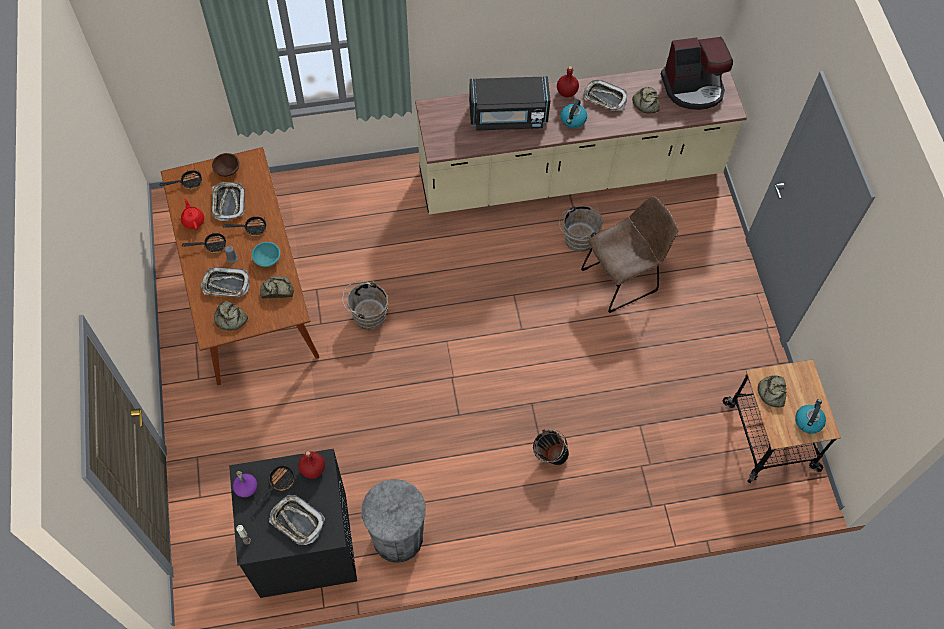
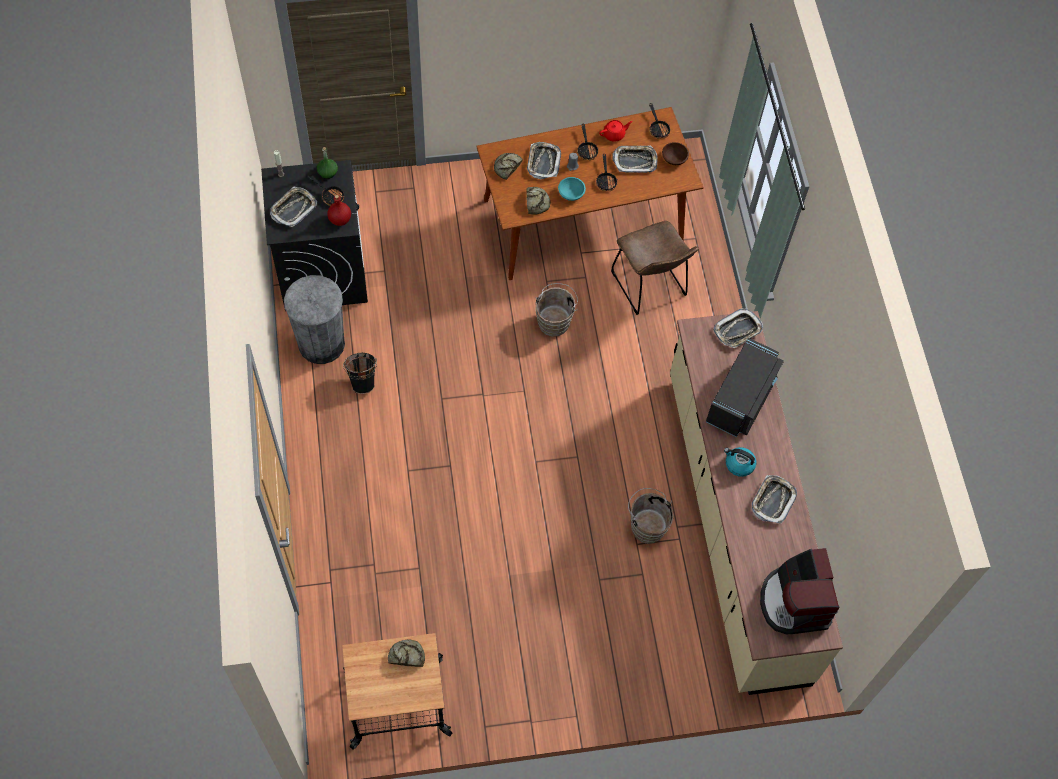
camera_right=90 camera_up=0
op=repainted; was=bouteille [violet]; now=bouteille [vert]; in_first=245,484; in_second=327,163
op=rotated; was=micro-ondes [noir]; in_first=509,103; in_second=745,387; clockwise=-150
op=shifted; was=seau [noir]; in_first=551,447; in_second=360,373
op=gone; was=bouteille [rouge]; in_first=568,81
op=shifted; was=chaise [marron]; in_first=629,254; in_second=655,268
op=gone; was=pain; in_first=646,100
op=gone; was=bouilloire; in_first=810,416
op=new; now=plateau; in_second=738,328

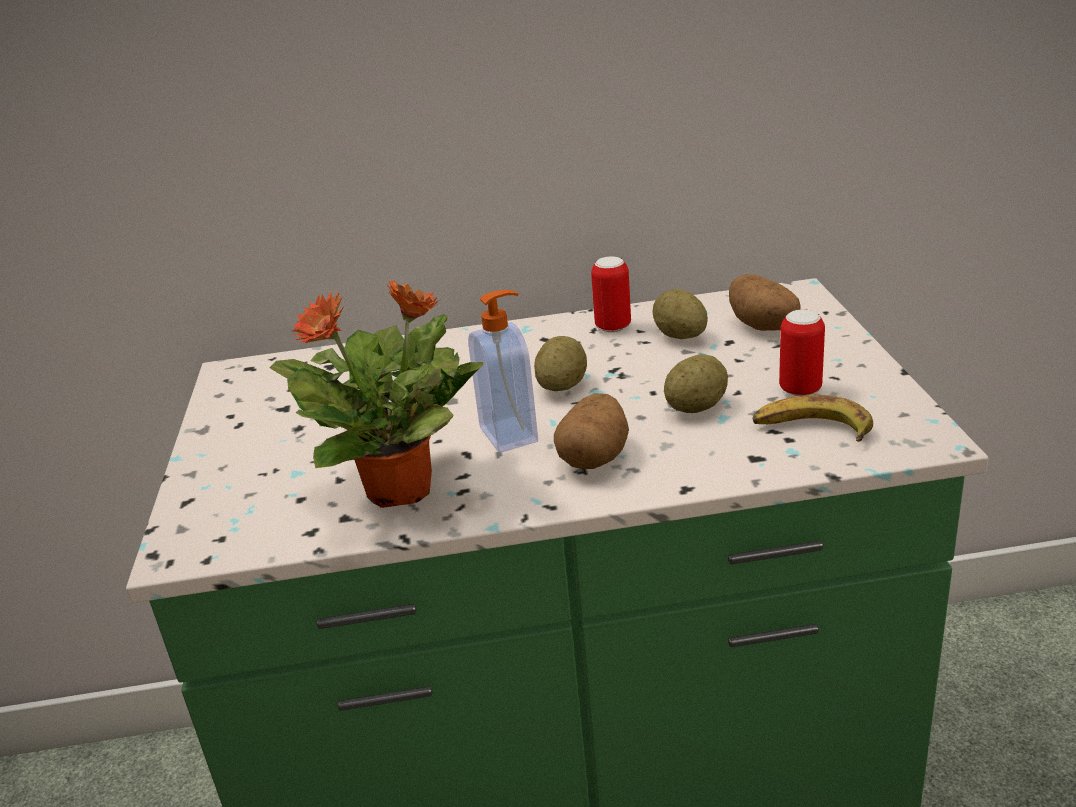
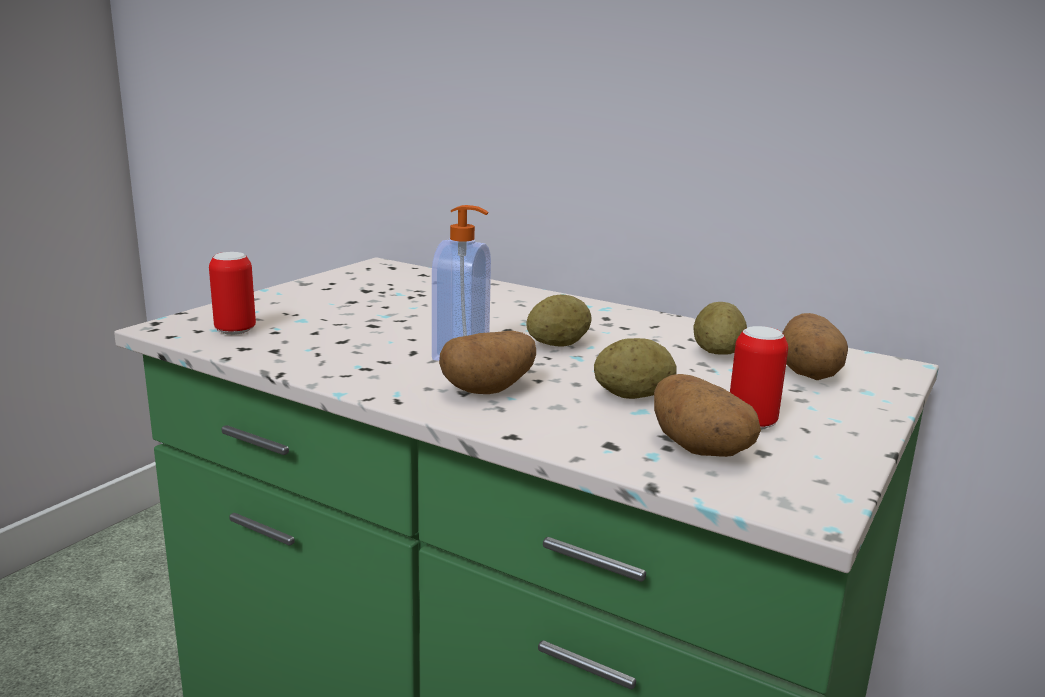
camera_right=35 camera_up=-10
op=gone; was=plante en pot; in_first=377,393
op=shifted; was=boîte métallique; in_first=611,294; in_second=232,293
op=swapped; was=banane; now=pomme de terre; in_first=812,418; in_second=707,415

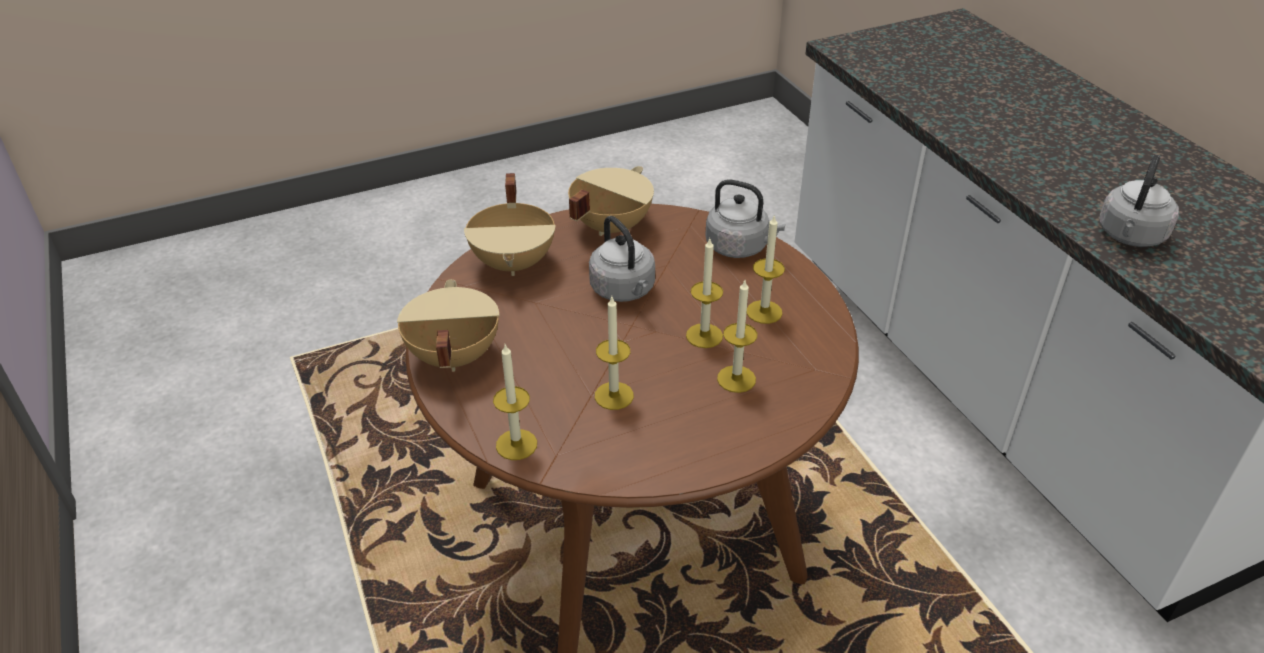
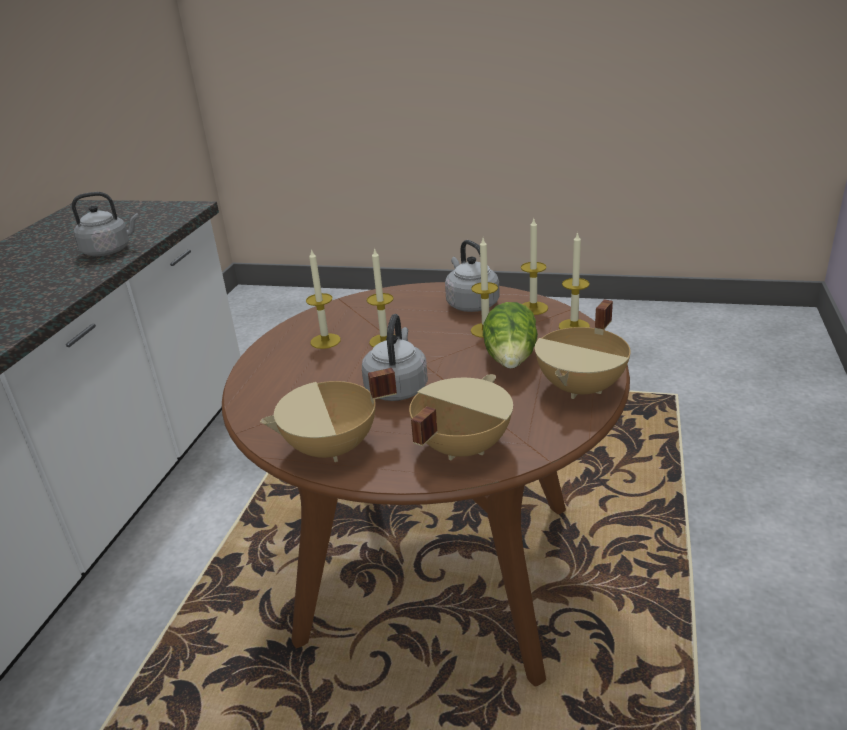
camera_right=-140 camera_up=-10
op=shifted; was=bouilloire [gris]; in_first=745,218; in_second=472,276
op=shifted; was=bougie; in_first=737,336; in_second=534,267
op=new; now=laitue; in_second=510,335

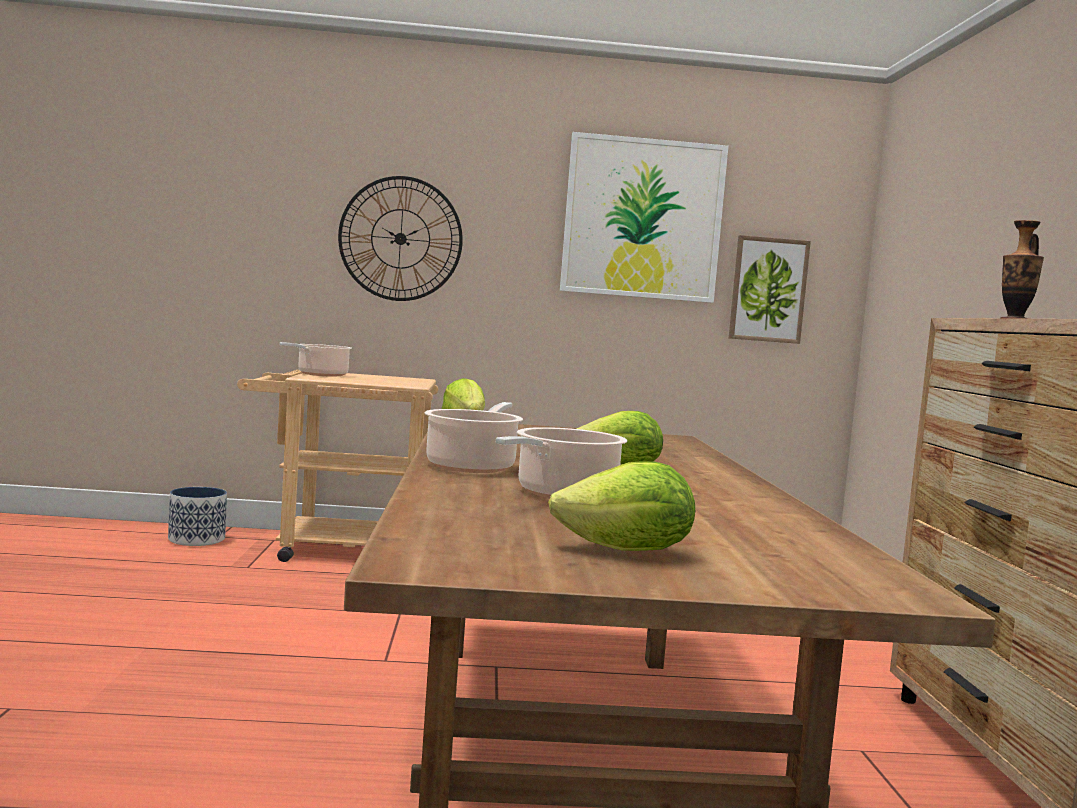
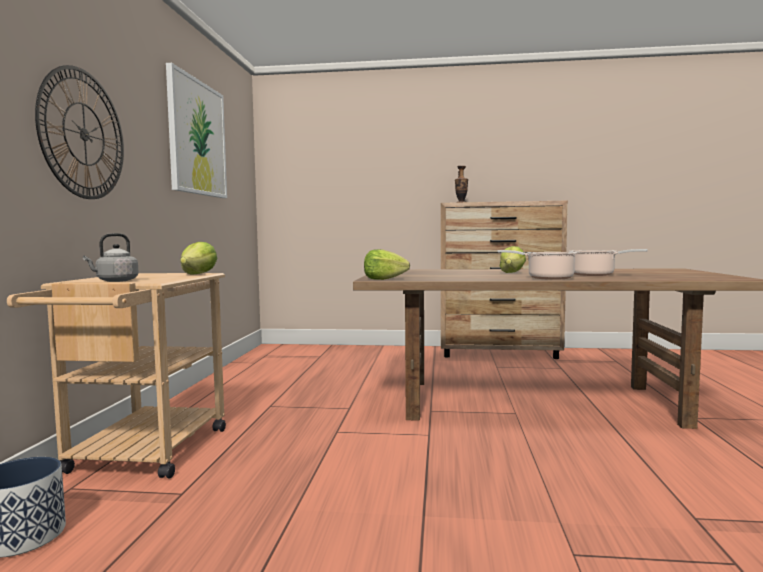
camera_right=-80 camera_up=0
op=swapped; was=marmite; now=bouilloire [gris]; in_first=315,359; in_second=111,257
op=shifted; was=laitue; in_first=621,506; in_second=199,258
op=gone; was=tableau; in_first=770,289

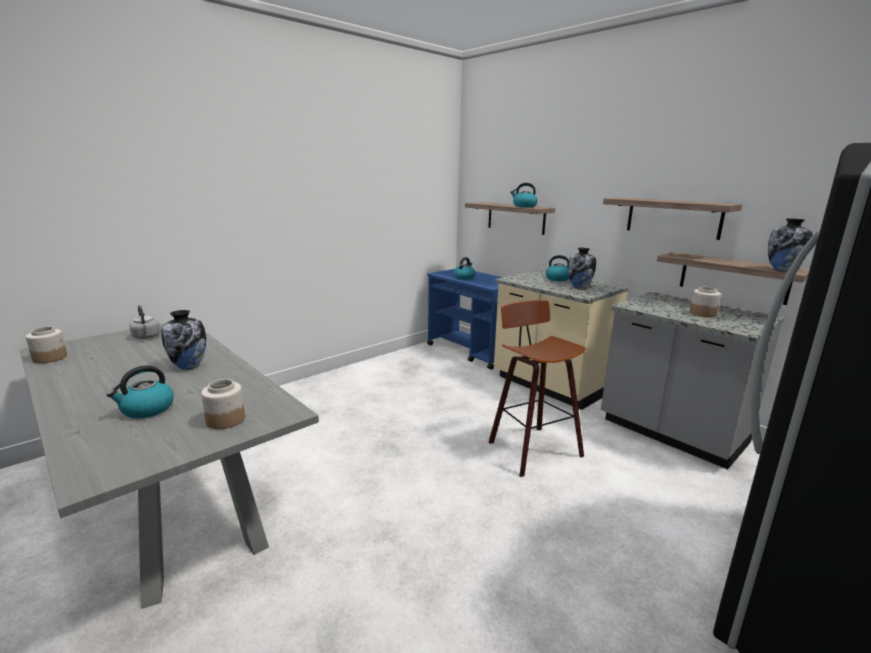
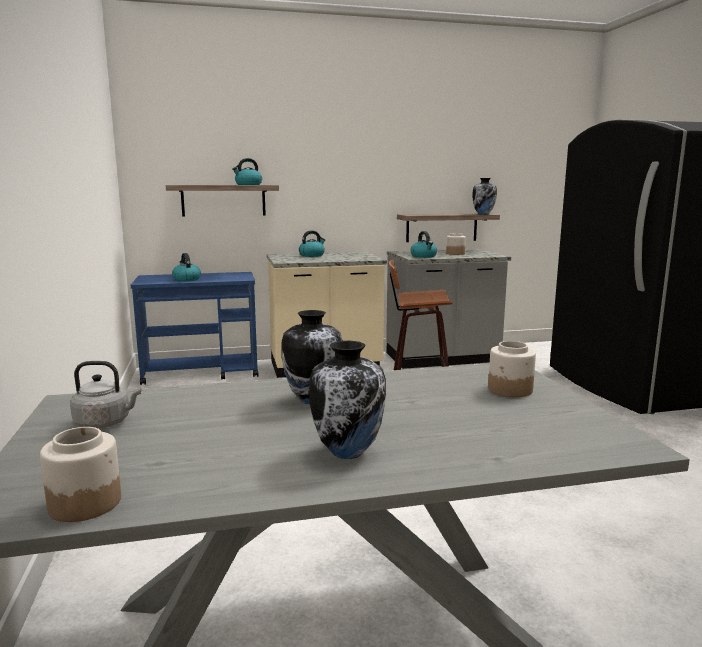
camera_right=-60 camera_up=-5
op=shifted; was=bouilloire; in_first=140,391; in_second=424,244
op=shifted; was=vase; in_first=582,268; in_second=347,400
op=gone; was=étagère; in_first=672,218

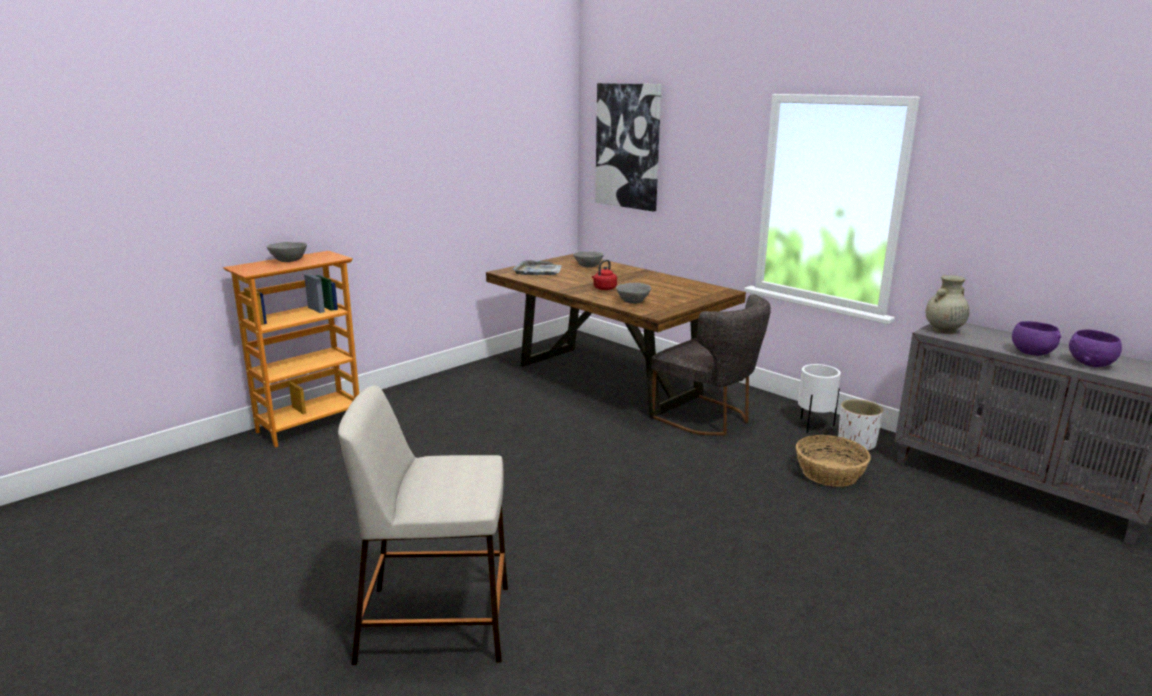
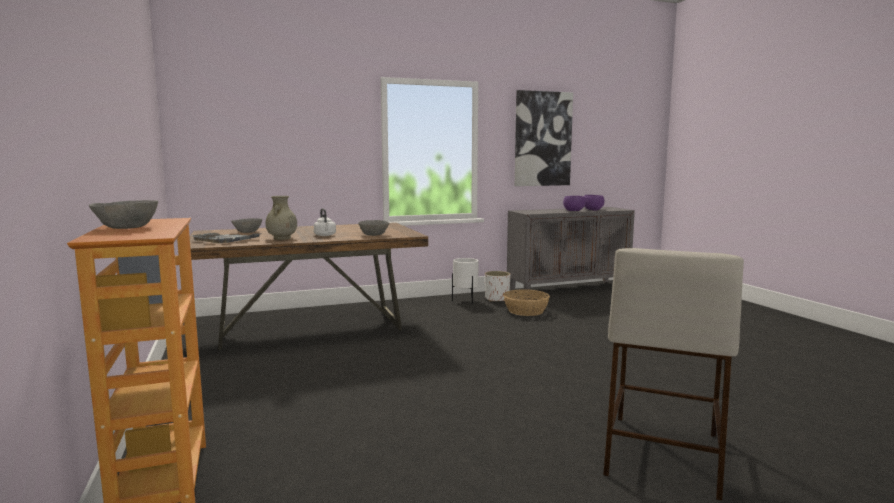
camera_right=-65 camera_up=-10
op=repainted; was=bouilloire [rouge]; now=bouilloire [blanc]; in_first=604,274; in_second=325,222
op=shifted; was=tableau; in_first=628,147; in_second=544,138
op=gone; was=chaise [gris]; in_first=711,365
op=shifted; was=vase [beige]; in_first=948,304; in_second=281,218

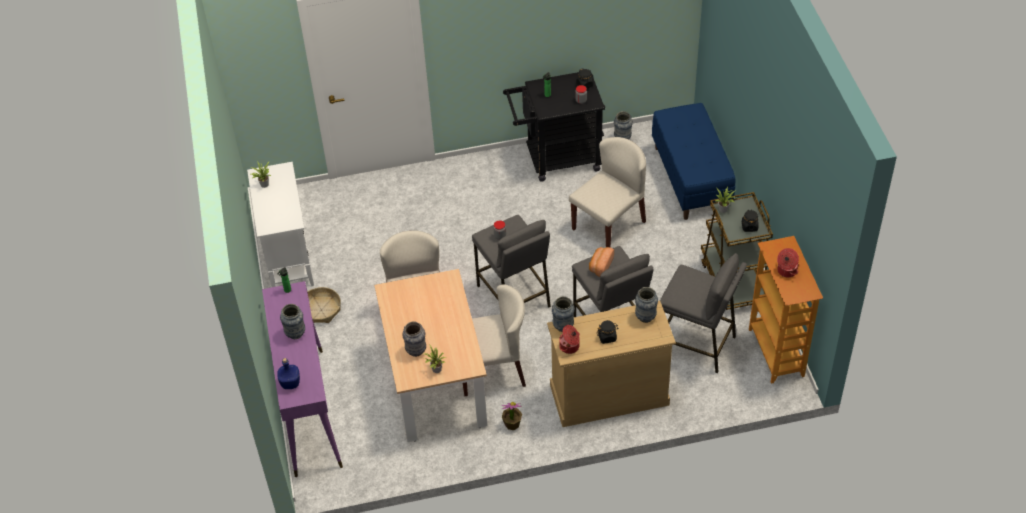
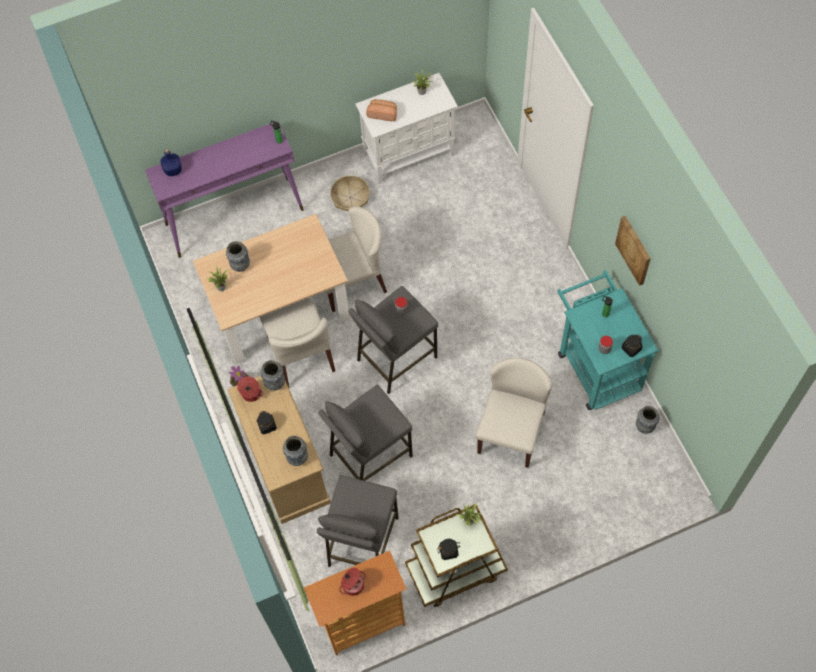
camera_right=80 camera_up=15
op=gone; was=vase; in_first=292,321
op=repainted; was=chariot [noir]; now=chariot [turquoise]; in_first=554,126; in_second=608,340
op=rotated; was=chaise [beige]; in_first=607,192; in_second=513,413; clockwise=-105
op=shifted; was=pain; in_first=601,262; in_second=381,110
op=gone; was=banc [bleu]; in_first=693,161
op=new; now=tableau; in_second=633,251

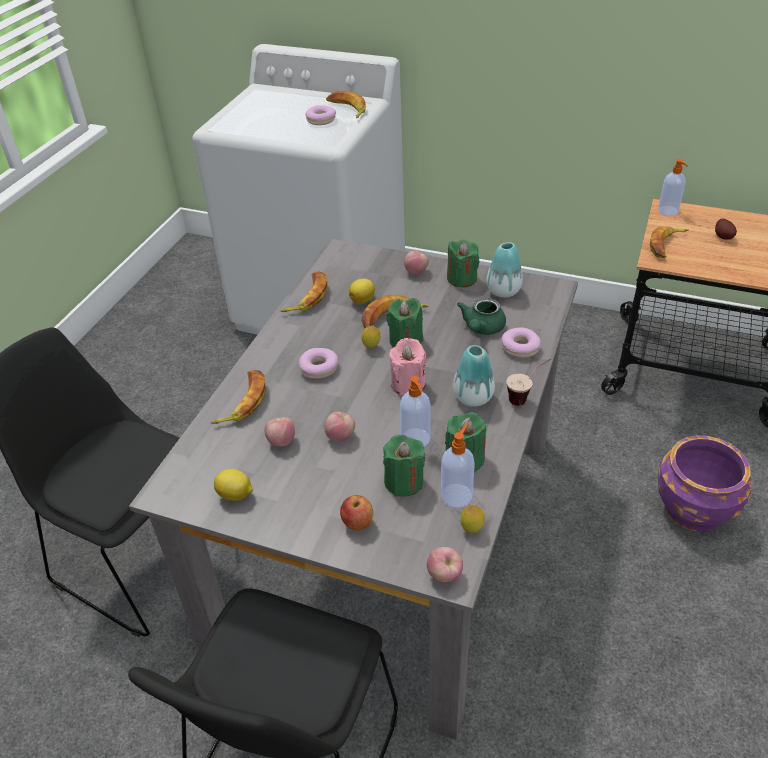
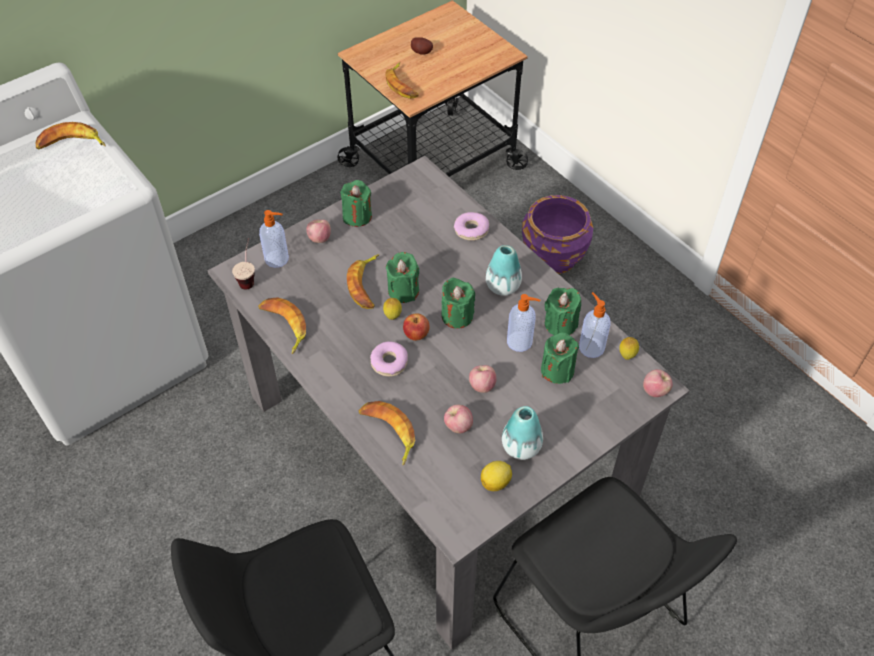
camera_right=-60 camera_up=10
op=gone; was=beignet; in_first=321,115
op=shifted; was=pomme; in_first=356,512; in_second=416,327
op=gone; was=citron; in_first=362,291
op=repainted; was=bougie [rose]; now=bougie [vert]; in_first=407,367; in_second=458,303
op=gone; was=théière [vert]; in_first=481,316
op=shifted; was=vase; in_first=505,270; in_second=522,433
op=shifted; was=tasse; in_first=529,382; in_second=243,263
op=shifted; was=distributeur de savon; in_first=673,187; in_second=274,239

